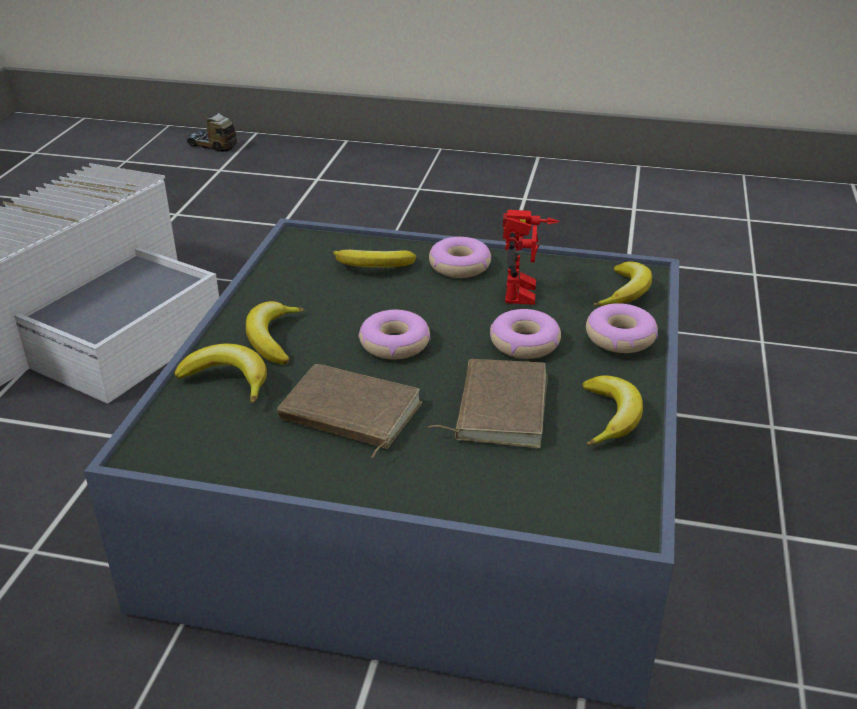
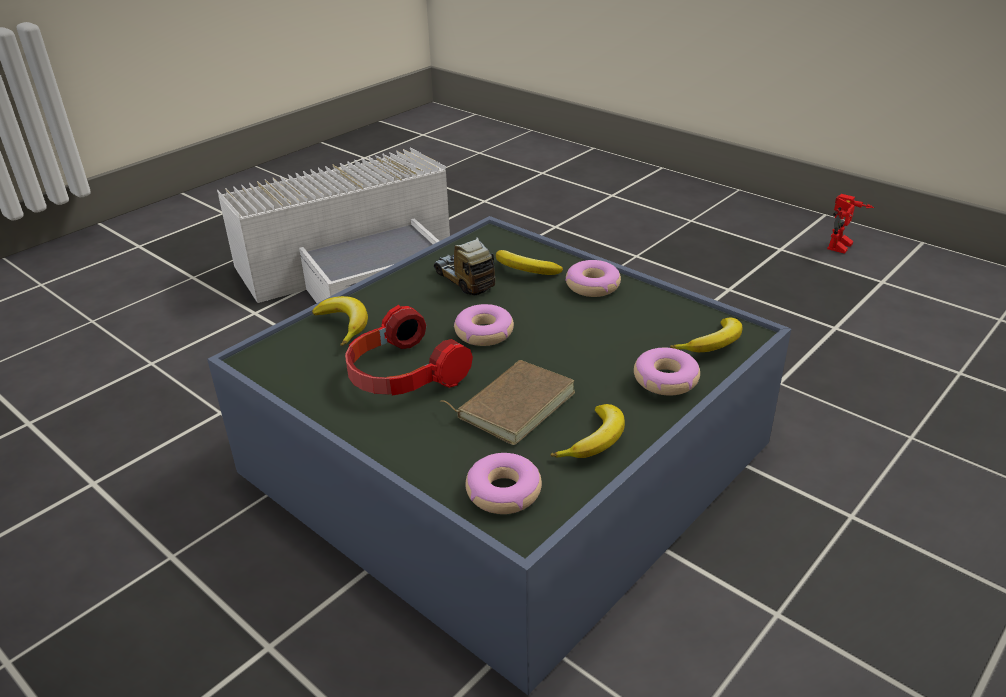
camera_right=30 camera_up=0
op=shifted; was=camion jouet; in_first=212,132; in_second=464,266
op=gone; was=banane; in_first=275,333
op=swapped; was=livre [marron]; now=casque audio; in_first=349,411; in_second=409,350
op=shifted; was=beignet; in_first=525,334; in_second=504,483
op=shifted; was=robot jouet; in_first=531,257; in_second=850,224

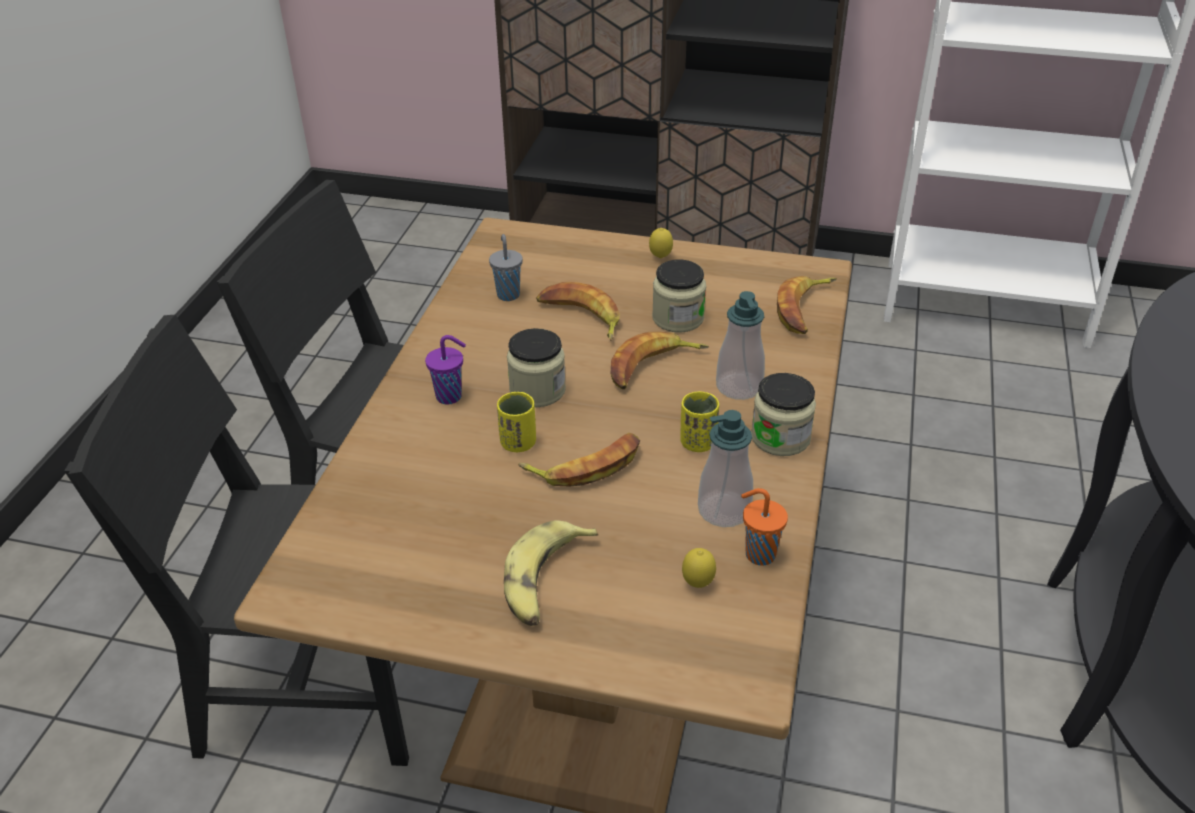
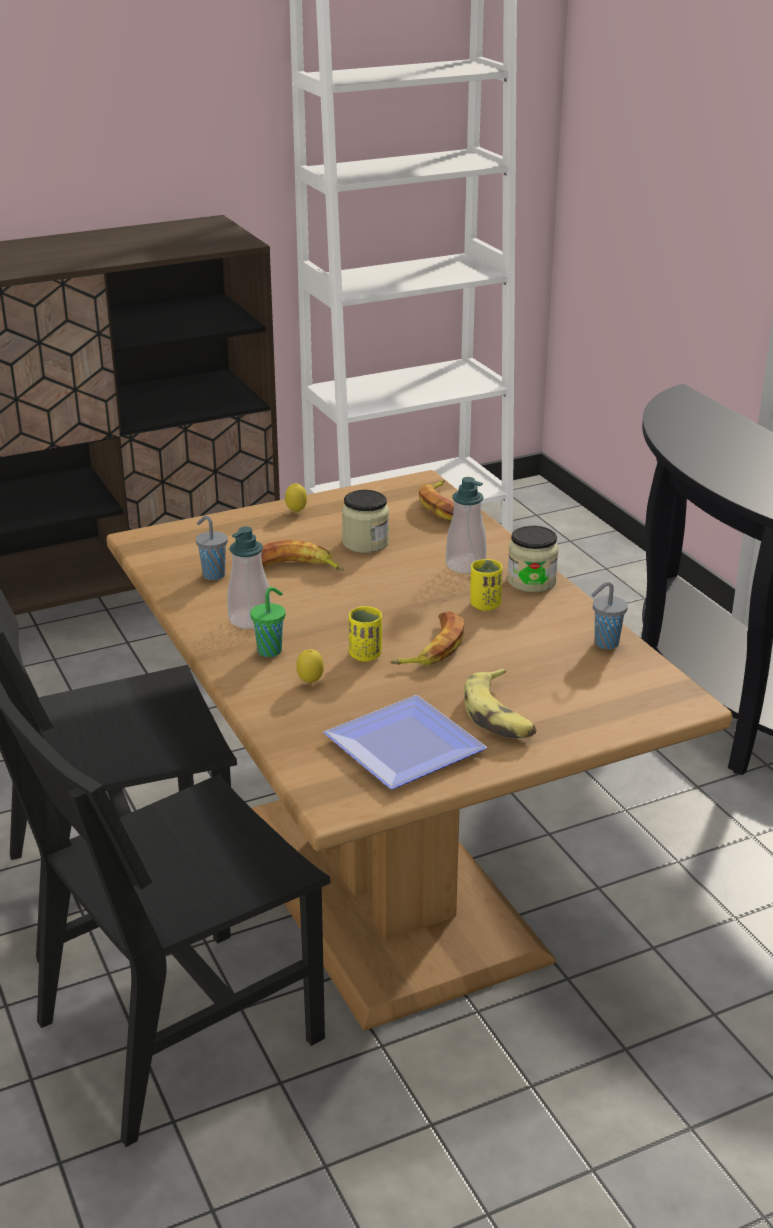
camera_right=-40 camera_up=-10
op=repainted; was=tasse [violet]; now=tasse [vert]; in_first=445,370; in_second=268,622
op=gone; was=bocal; in_first=536,367
op=gone; was=banane; in_first=660,360
op=shifted; was=citron; in_first=699,568; in_second=310,666
op=shifted; was=distributeur de savon; in_first=725,468; in_second=249,577
op=repainted; was=tasse [orange]; now=tasse [gris]; in_first=764,527; in_second=609,615
op=new; now=assiette; in_second=405,742

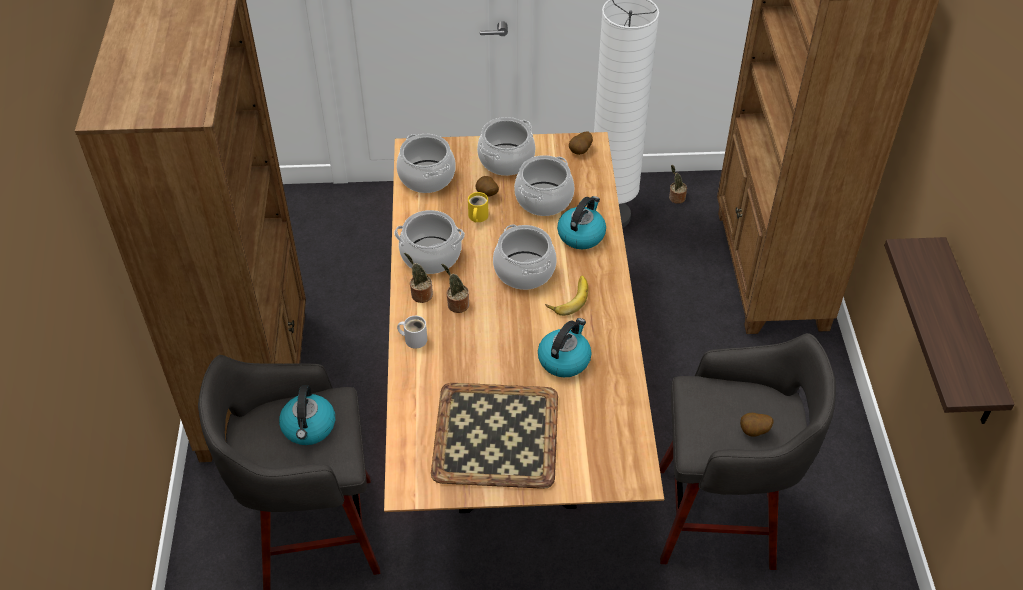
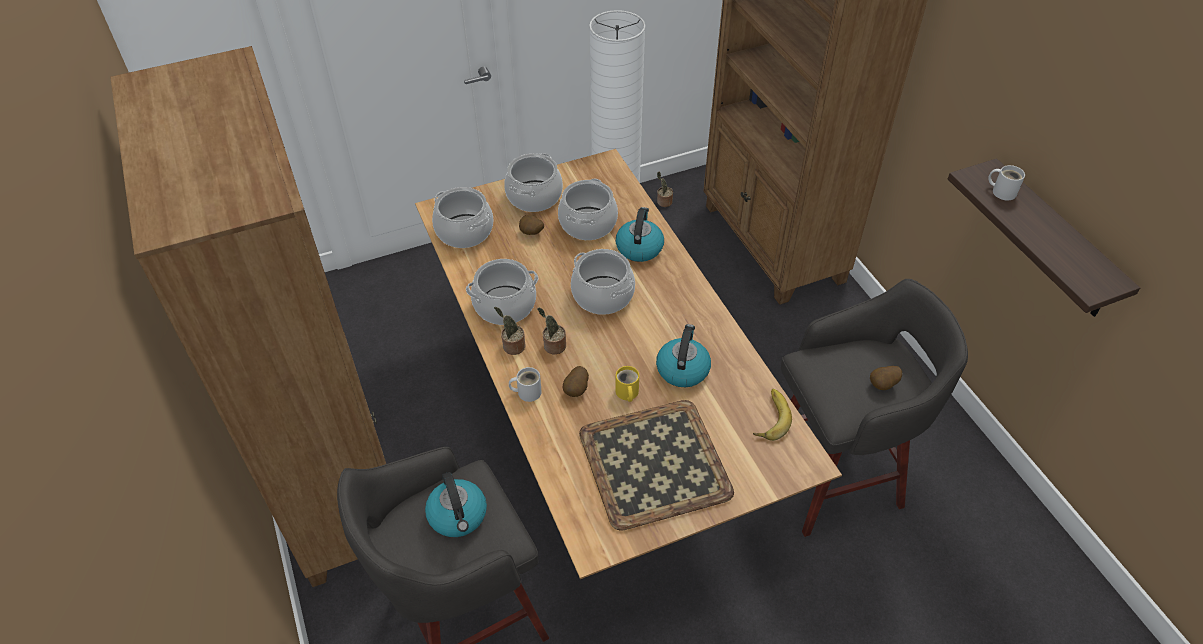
camera_right=-20 camera_up=0
op=shifted; was=mug [jaune]; in_first=478,207; in_second=627,384
op=shifted; was=banane; in_first=566,295; in_second=772,415
op=shifted; was=pomme de terre; in_first=581,143; in_second=576,381
op=new; now=mug [blanc]; in_second=1006,183

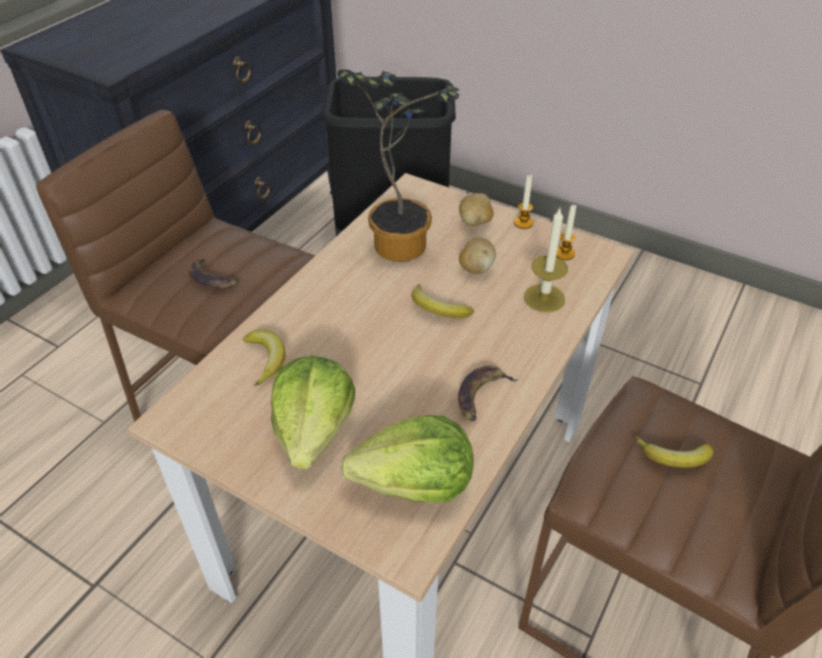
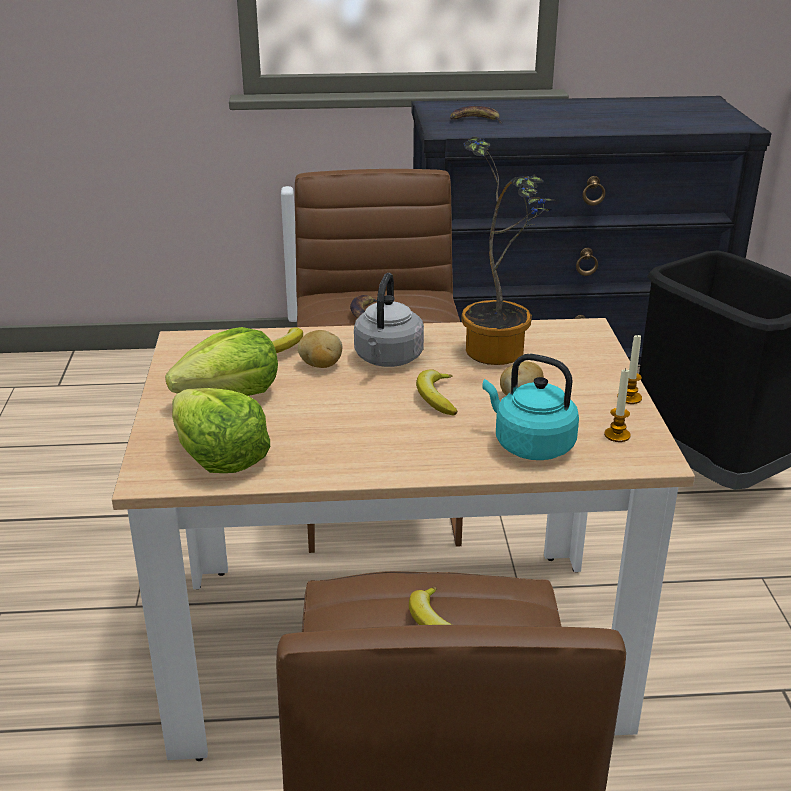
camera_right=55 camera_up=-15
op=shifted; was=banane; in_first=488,393; in_second=476,115
op=shifted; was=pomme de terre; in_first=476,209; in_second=320,349
op=swapped; was=bougie; now=bouilloire [turquoise]; in_first=546,260; in_second=530,407
op=new; now=bouilloire [gris]; in_second=389,320

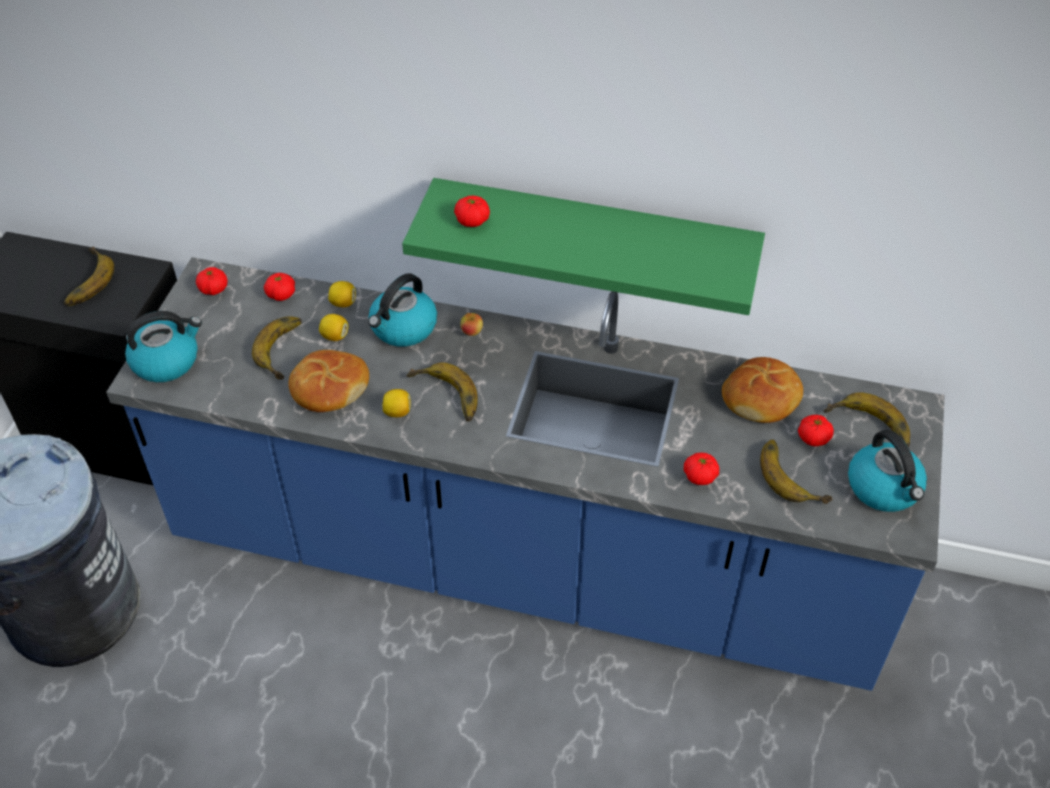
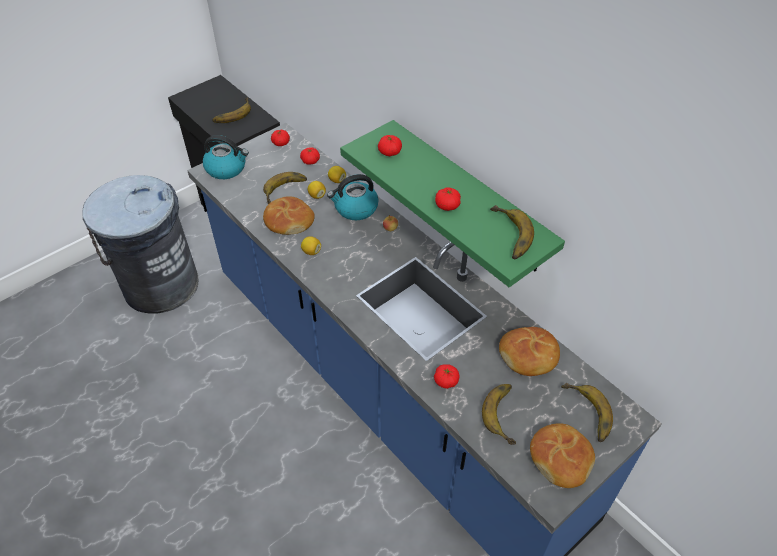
camera_right=35 camera_up=0
op=shifted; was=banane; in_first=442,391; in_second=512,232
op=shifted; was=tomate; in_first=816,430; in_second=448,199
op=swapped; was=bouilloire; now=pain; in_first=887,471; in_second=562,455

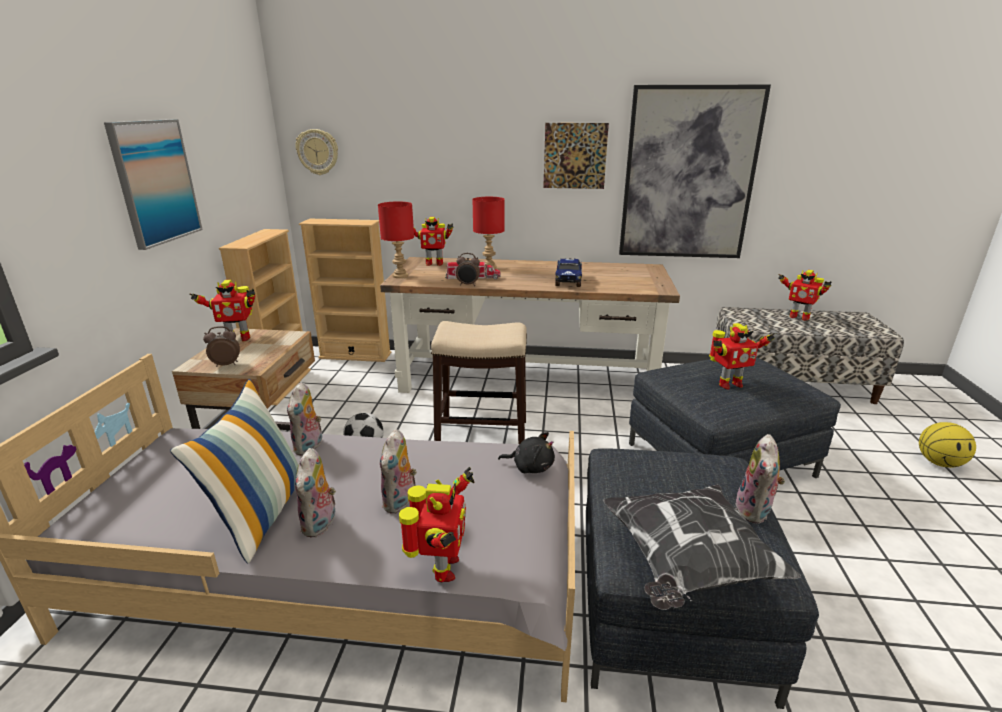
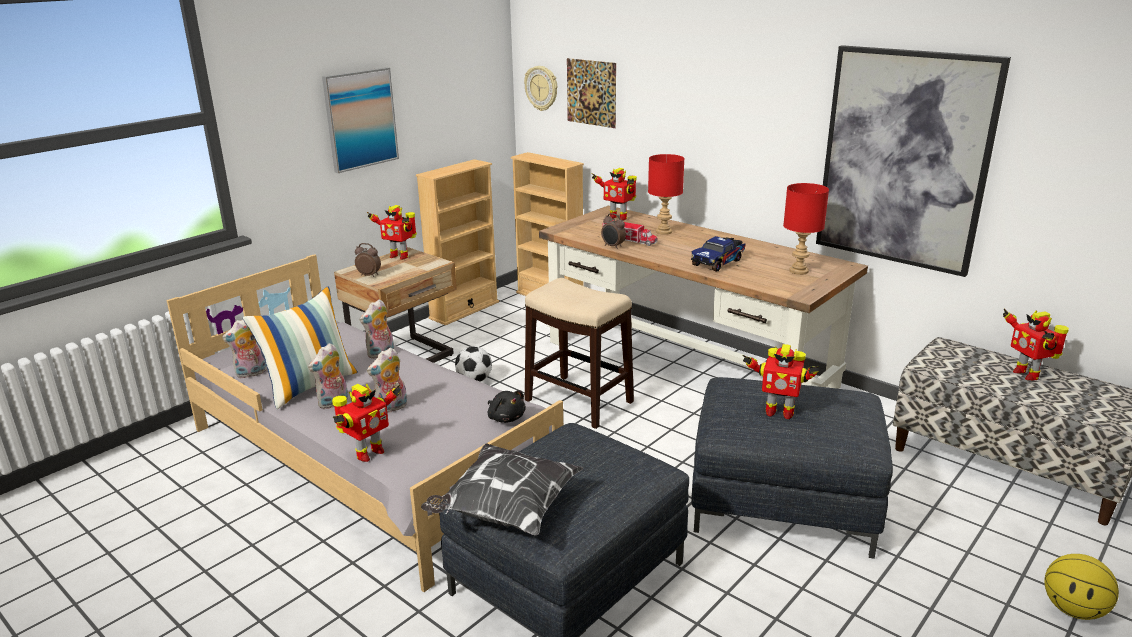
camera_right=35 camera_up=0
op=shifted; was=lampe de table [rouge]; in_first=396,240; in_second=806,229
op=shifted; was=tableau; in_first=576,156; in_second=591,93
op=shifted; was=peluche; in_first=759,479; in_second=244,349

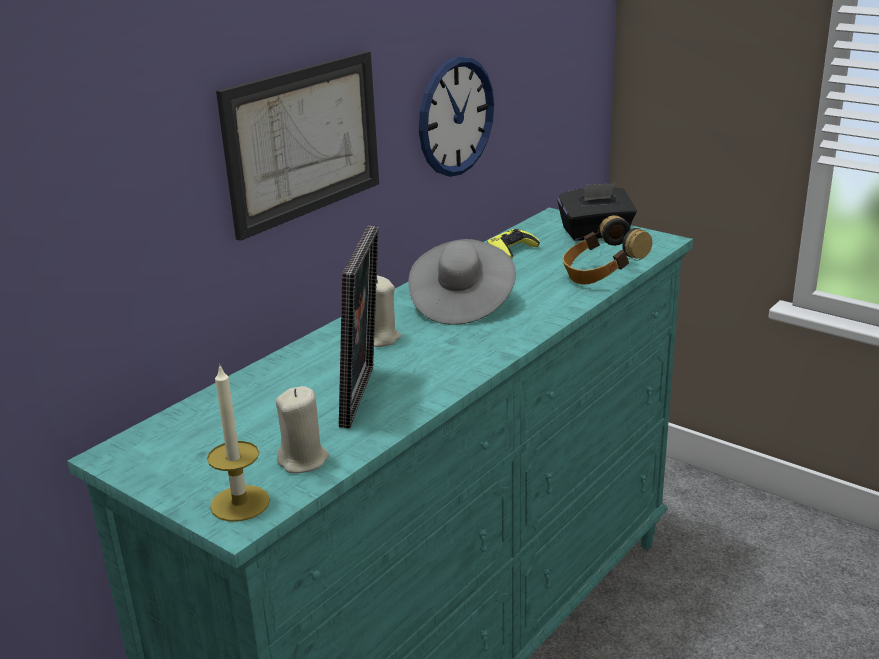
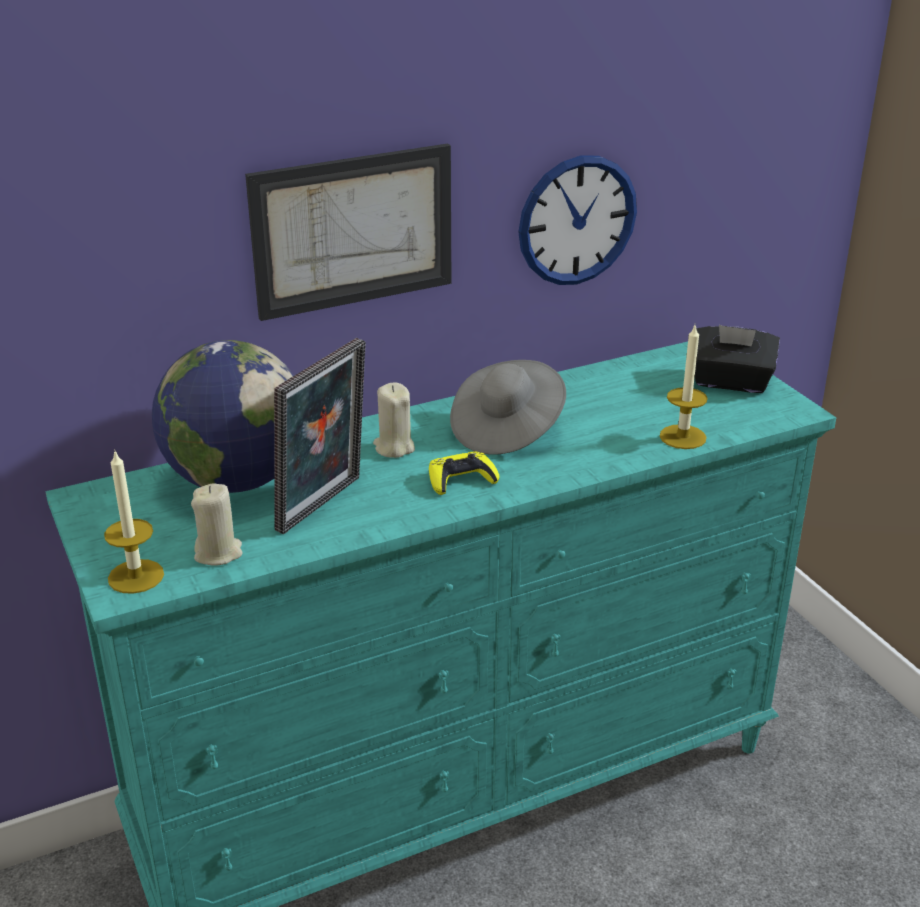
camera_right=25 camera_up=5
op=shifted; was=manette [jaune]; in_first=513,244; in_second=464,473
op=swapped; was=casque audio; now=bougie; in_first=607,250; in_second=684,387
op=new; now=globe; in_second=223,416

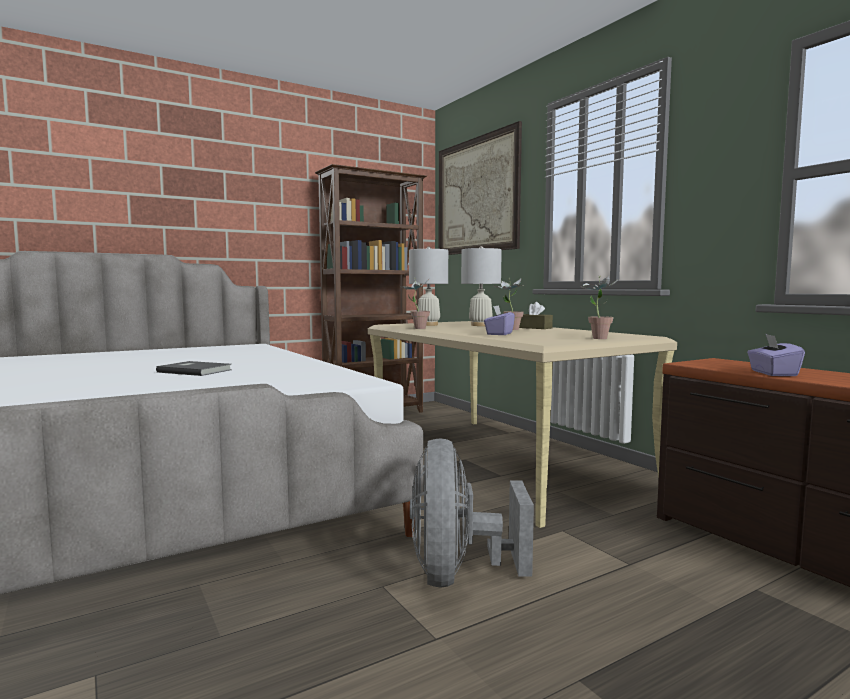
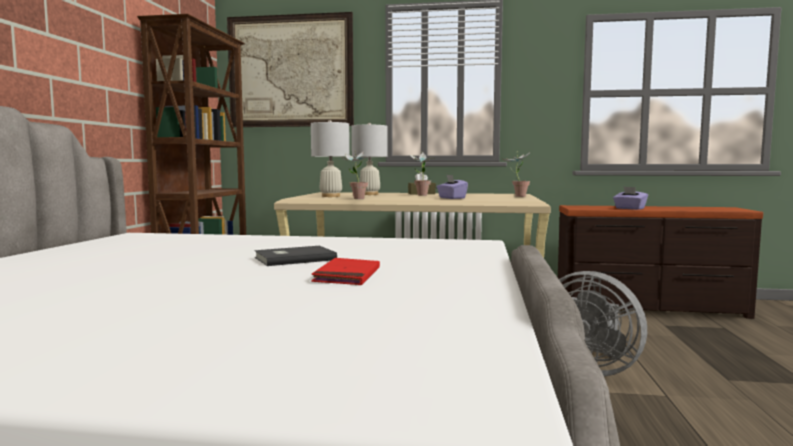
camera_right=-50 camera_up=0
op=new; now=livre [rouge]; in_second=345,271

